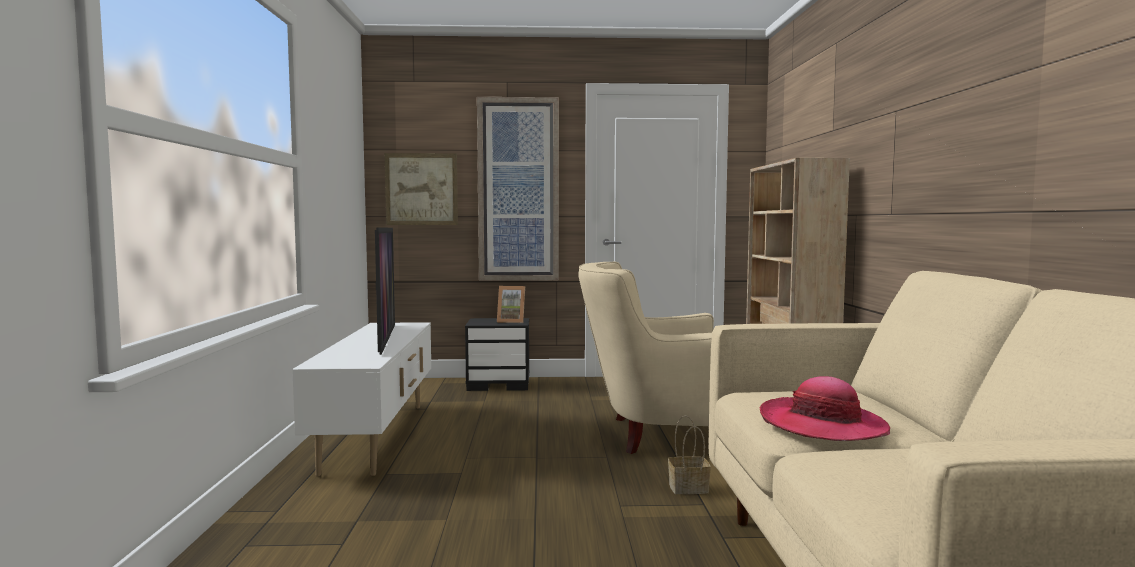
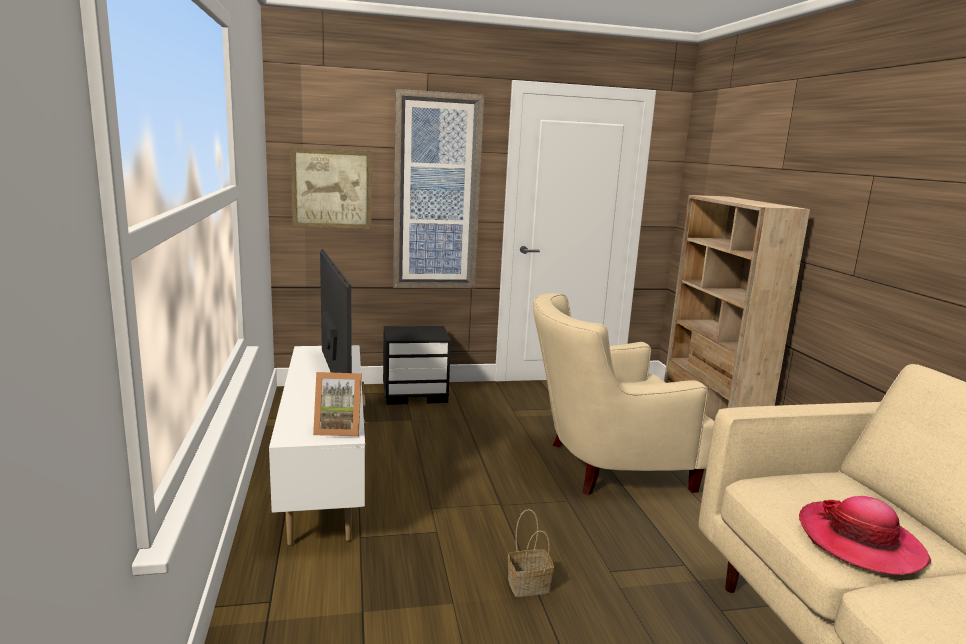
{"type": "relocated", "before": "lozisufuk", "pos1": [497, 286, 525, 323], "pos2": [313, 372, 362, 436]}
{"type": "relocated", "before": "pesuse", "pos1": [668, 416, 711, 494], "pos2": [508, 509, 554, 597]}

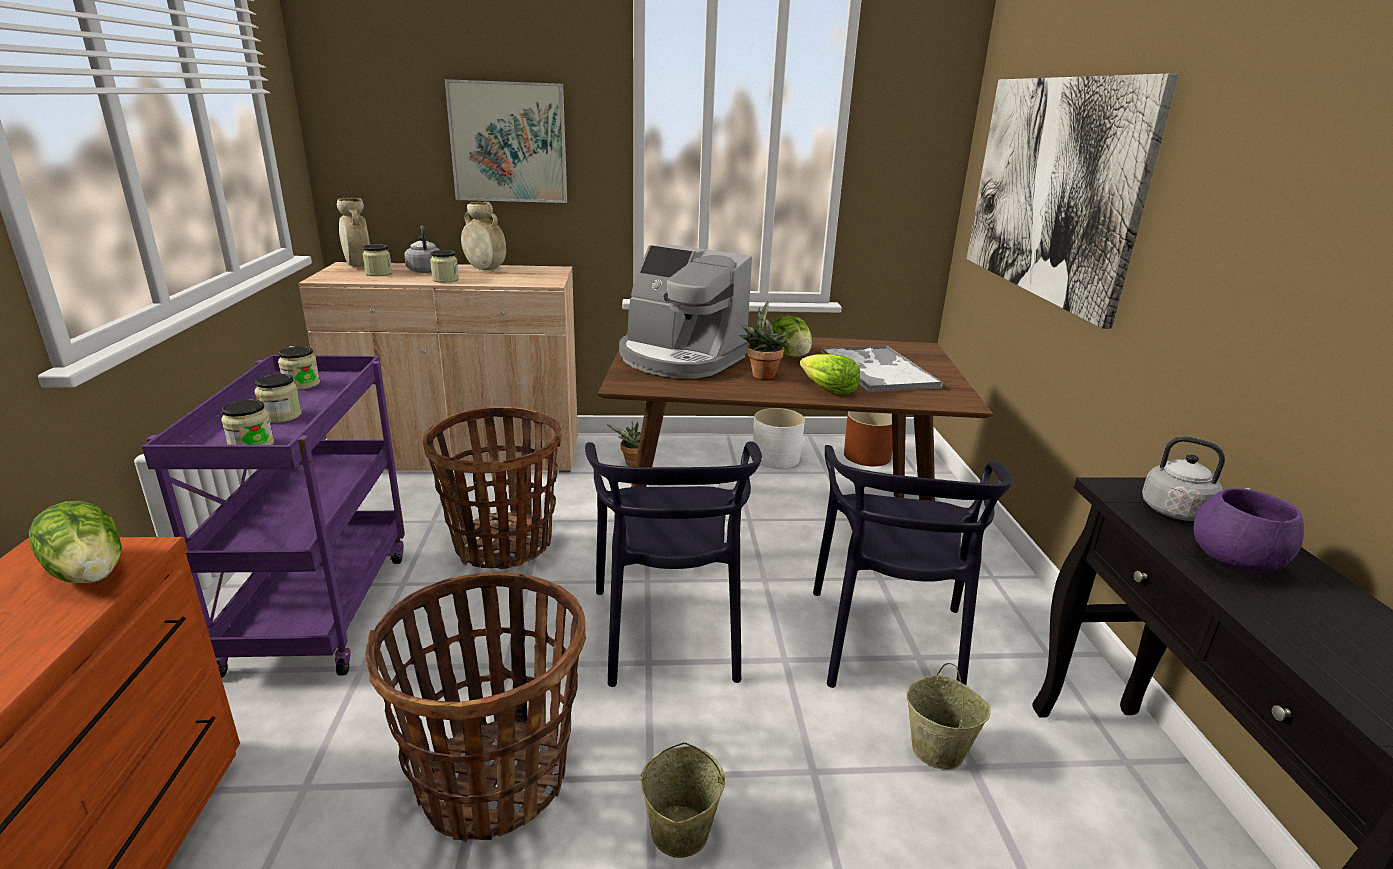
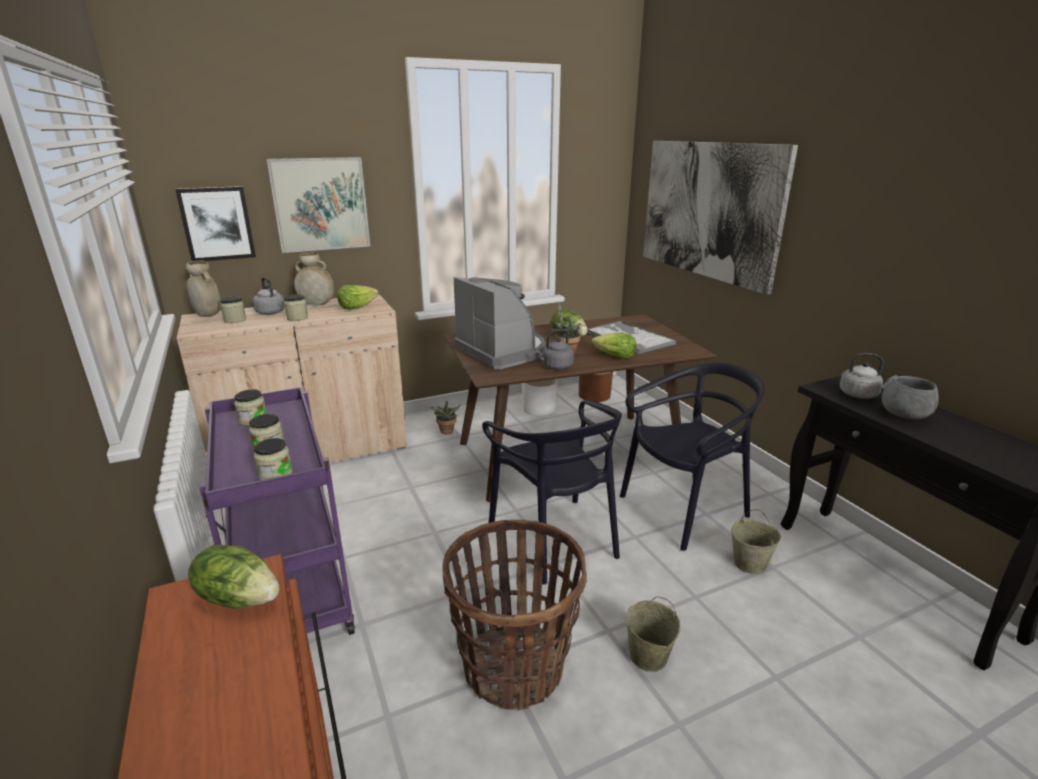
{"type": "spun", "before": "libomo", "pos1": [619, 244, 752, 379], "pos2": [454, 277, 546, 369], "turn": -135}
{"type": "missing", "before": "pesuse", "pos1": [423, 407, 561, 569]}
{"type": "spun", "before": "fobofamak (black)", "pos1": [813, 445, 1013, 688], "pos2": [620, 363, 764, 551], "turn": -105}
{"type": "colour", "before": "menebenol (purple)", "after": "menebenol (grey)", "pos1": [1194, 488, 1304, 573], "pos2": [882, 376, 939, 419]}
{"type": "appeared", "after": "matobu", "pos2": [175, 186, 256, 261]}
{"type": "appeared", "after": "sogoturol", "pos2": [337, 285, 379, 310]}
{"type": "appeared", "after": "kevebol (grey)", "pos2": [534, 329, 574, 369]}

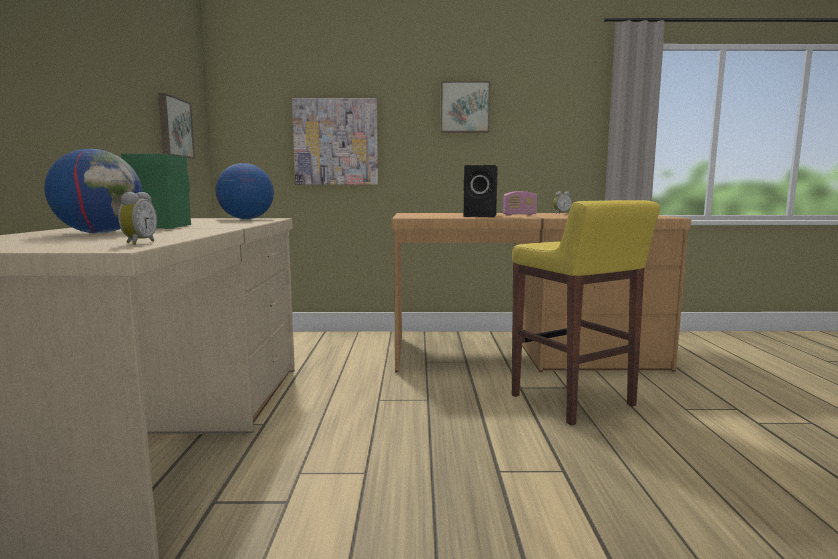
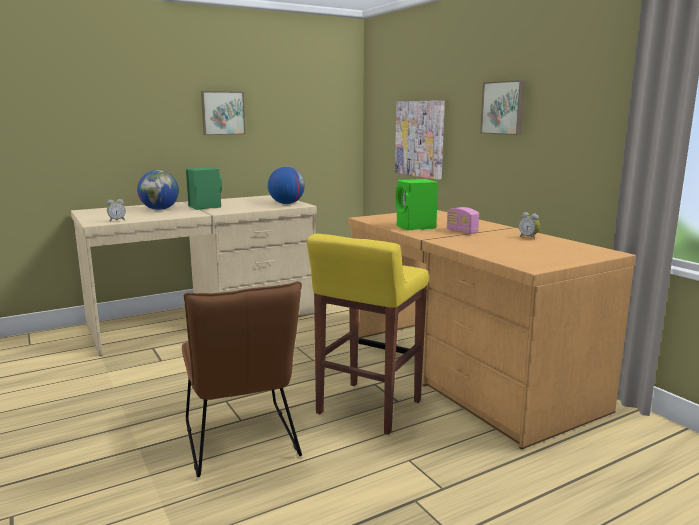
{"type": "relocated", "before": "matobu", "pos1": [158, 93, 195, 158], "pos2": [201, 91, 245, 135]}
{"type": "colour", "before": "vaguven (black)", "after": "vaguven (green)", "pos1": [464, 165, 498, 217], "pos2": [395, 179, 438, 230]}
{"type": "appeared", "after": "fobofamak (brown)", "pos2": [182, 281, 302, 477]}

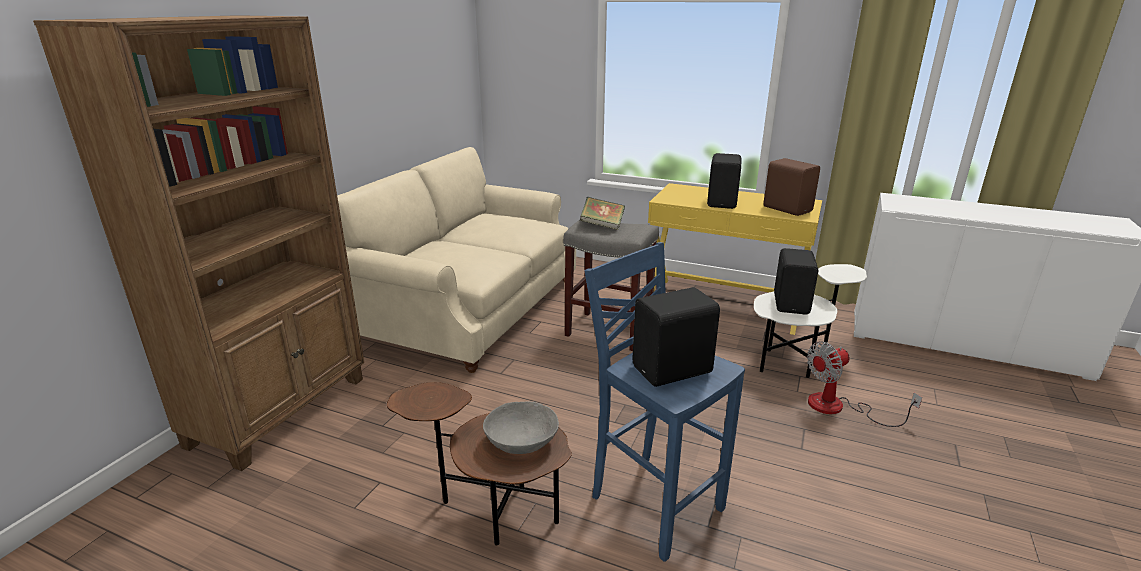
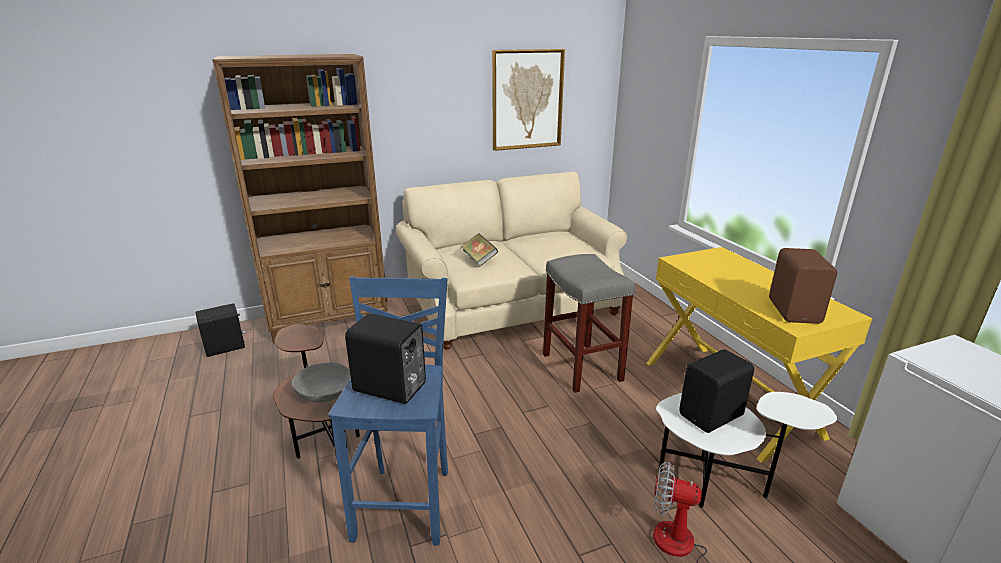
{"type": "relocated", "before": "vaguven (black)", "pos1": [707, 153, 741, 209], "pos2": [196, 303, 245, 357]}
{"type": "relocated", "before": "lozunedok", "pos1": [580, 197, 625, 230], "pos2": [461, 233, 498, 266]}
{"type": "appeared", "after": "matobu", "pos2": [492, 49, 565, 151]}

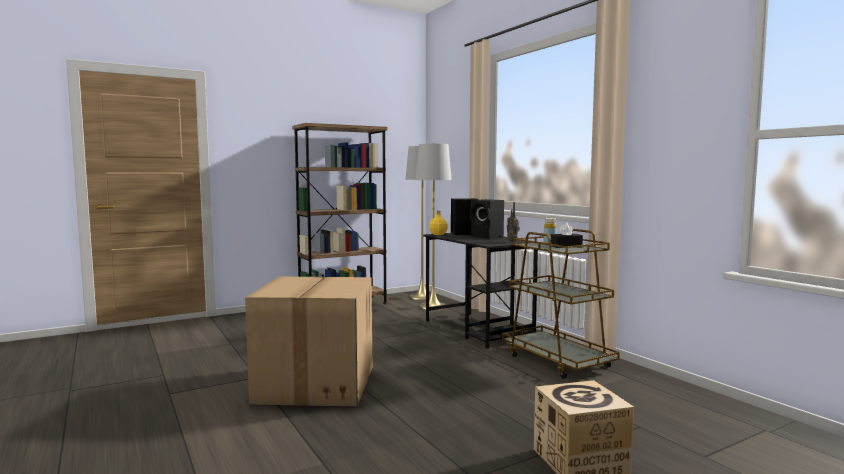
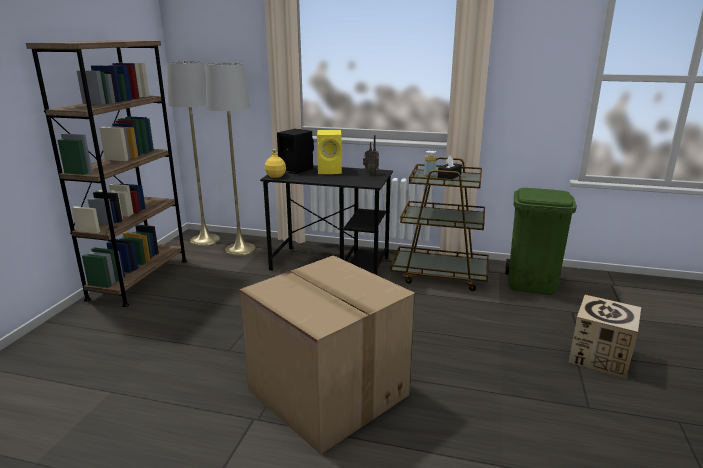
{"type": "colour", "before": "vaguven (black)", "after": "vaguven (yellow)", "pos1": [470, 199, 504, 238], "pos2": [317, 130, 342, 174]}
{"type": "appeared", "after": "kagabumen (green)", "pos2": [505, 188, 577, 295]}

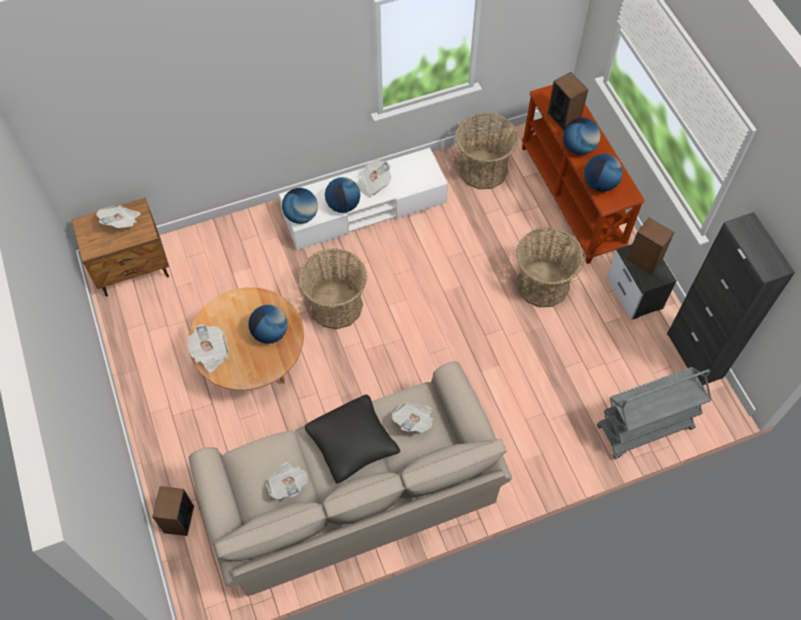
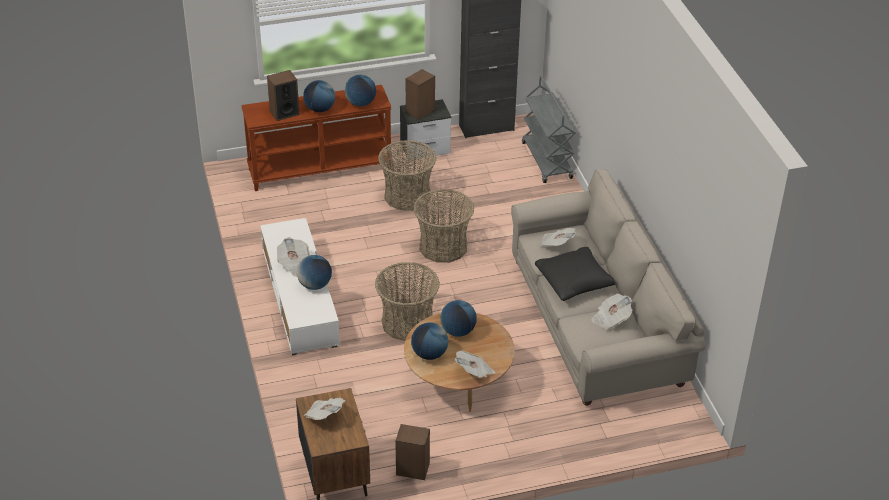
{"type": "relocated", "before": "pesuse", "pos1": [455, 113, 518, 189], "pos2": [413, 189, 474, 263]}
{"type": "relocated", "before": "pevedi", "pos1": [282, 188, 318, 224], "pos2": [411, 322, 448, 360]}
{"type": "relocated", "before": "vaguven", "pos1": [152, 486, 194, 536], "pos2": [395, 424, 430, 480]}

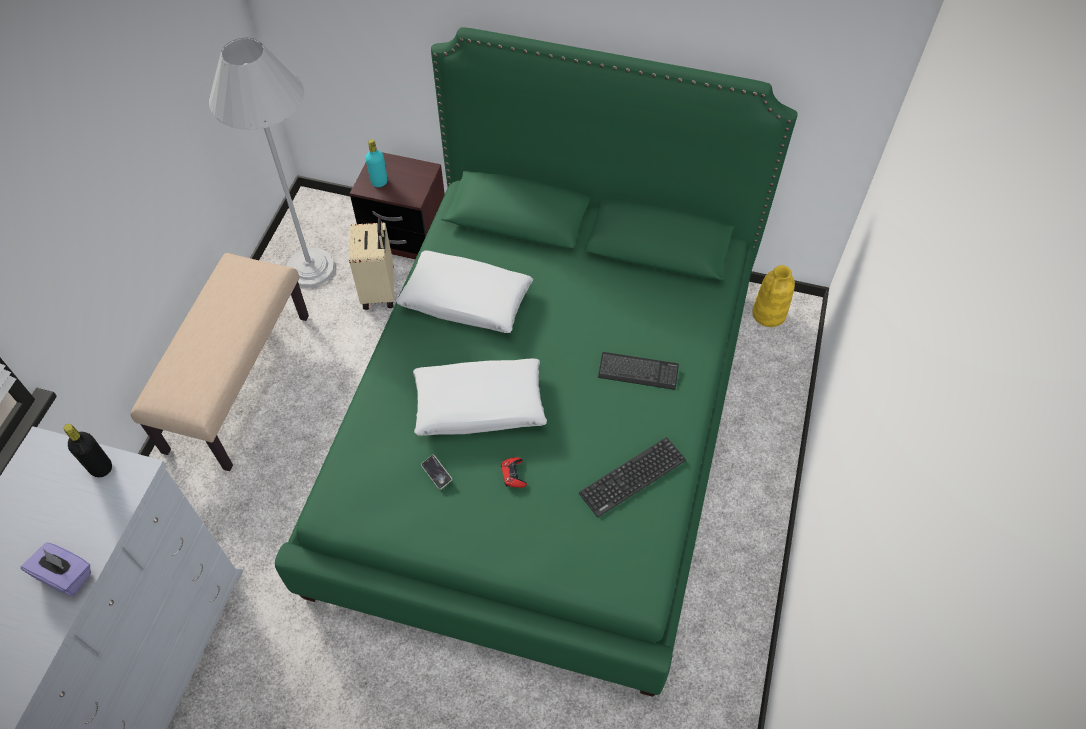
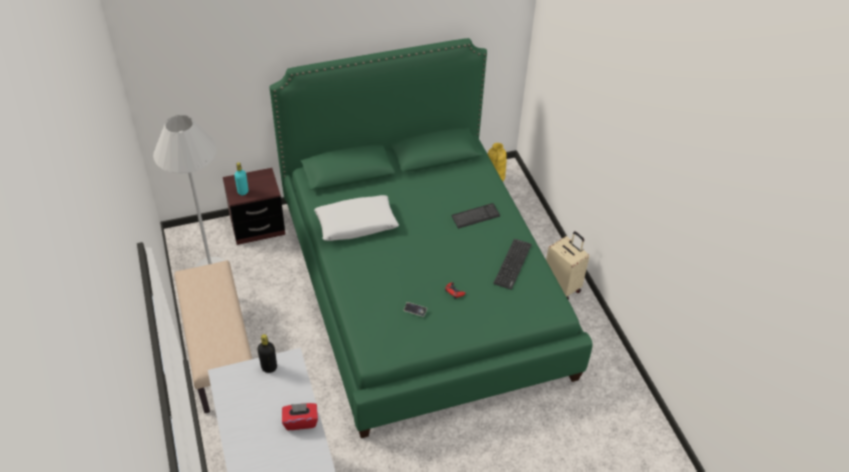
{"type": "relocated", "before": "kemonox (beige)", "pos1": [349, 218, 394, 310], "pos2": [546, 231, 589, 299]}
{"type": "missing", "before": "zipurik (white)", "pos1": [413, 358, 547, 436]}
{"type": "colour", "before": "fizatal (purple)", "after": "fizatal (red)", "pos1": [21, 542, 91, 597], "pos2": [282, 403, 318, 430]}

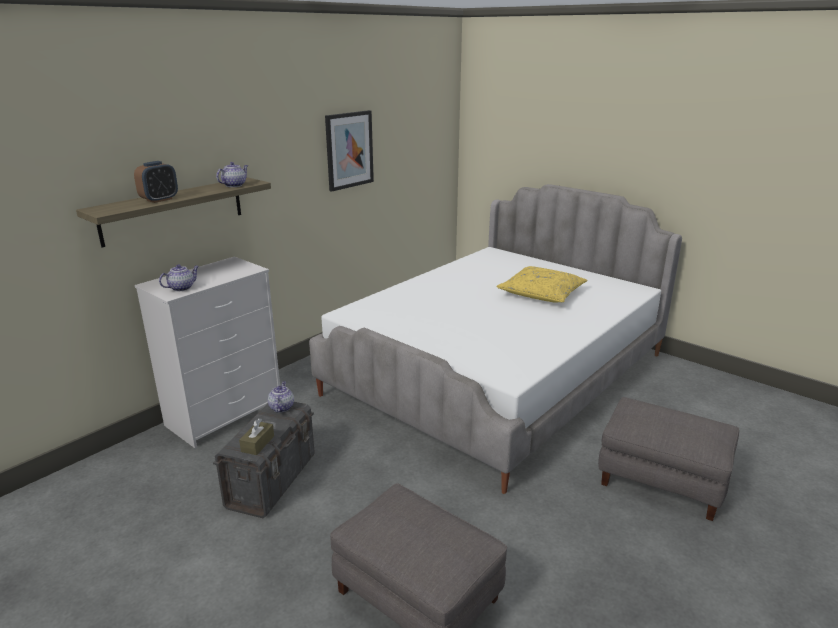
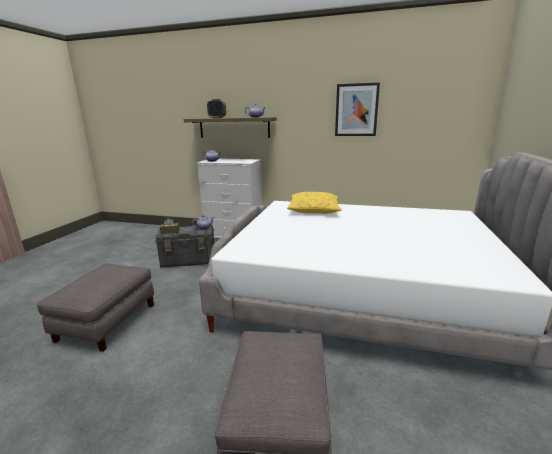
{"type": "relocated", "before": "zipurik (yellow)", "pos1": [496, 266, 588, 303], "pos2": [287, 192, 342, 214]}

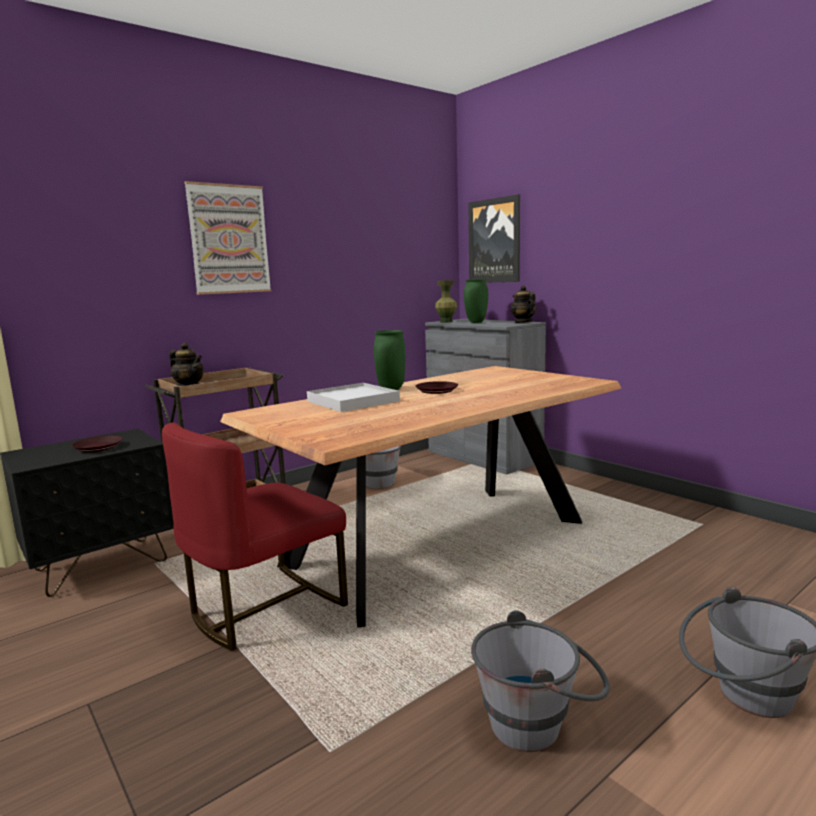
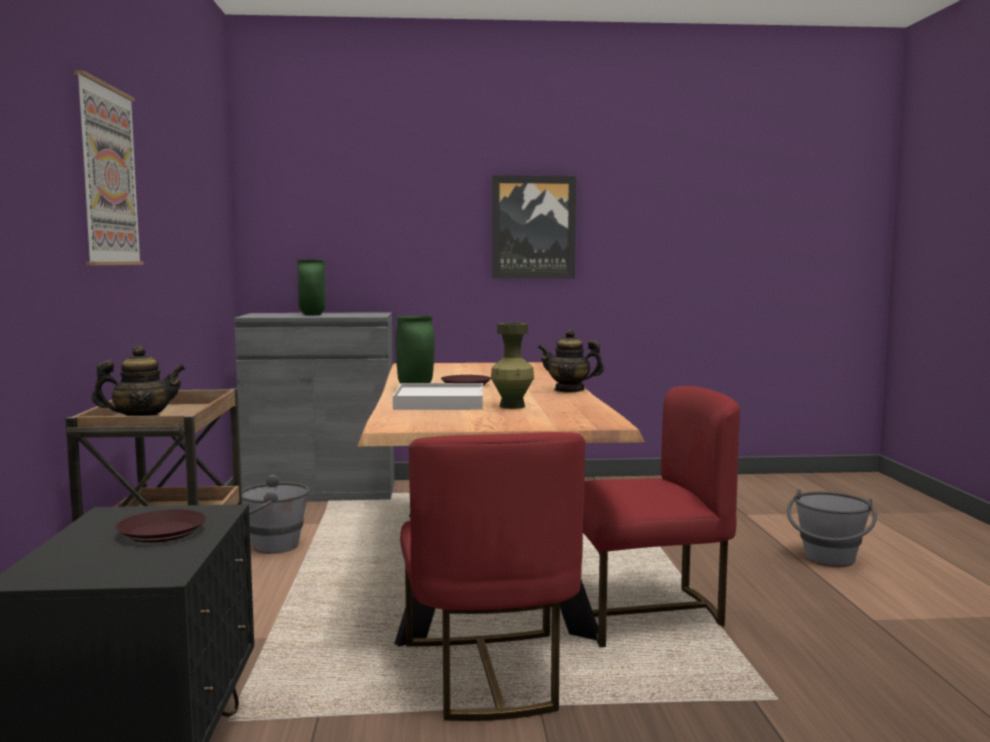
{"type": "relocated", "before": "matobu", "pos1": [468, 194, 520, 283], "pos2": [492, 175, 576, 279]}
{"type": "relocated", "before": "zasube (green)", "pos1": [435, 280, 457, 323], "pos2": [491, 323, 534, 409]}
{"type": "relocated", "before": "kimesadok", "pos1": [511, 285, 536, 323], "pos2": [538, 329, 604, 392]}
{"type": "missing", "before": "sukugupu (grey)", "pos1": [471, 610, 610, 752]}
{"type": "appeared", "after": "fobofamak (red)", "pos2": [583, 386, 740, 647]}

